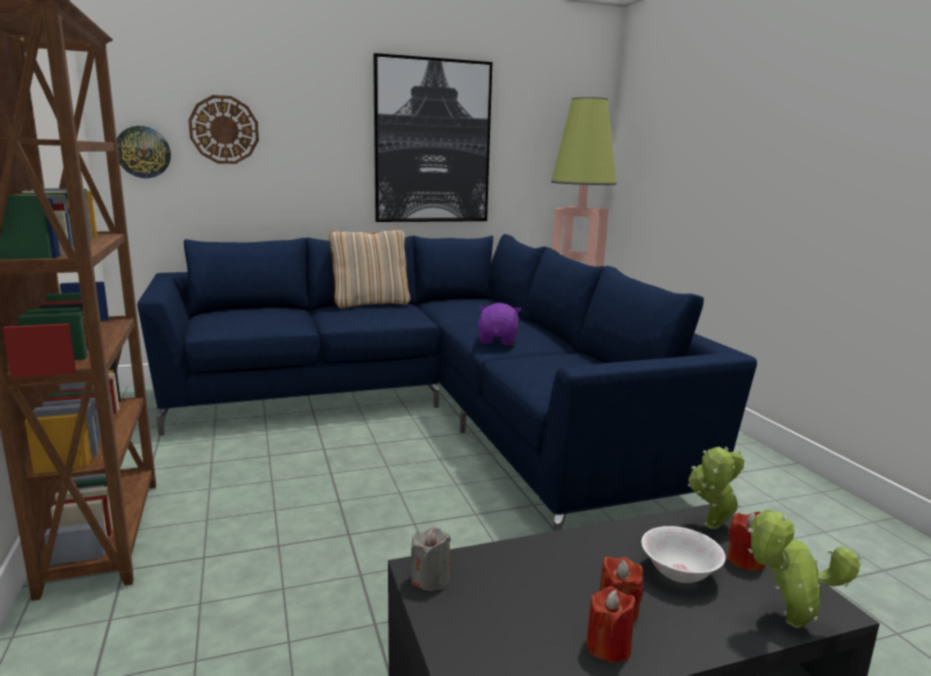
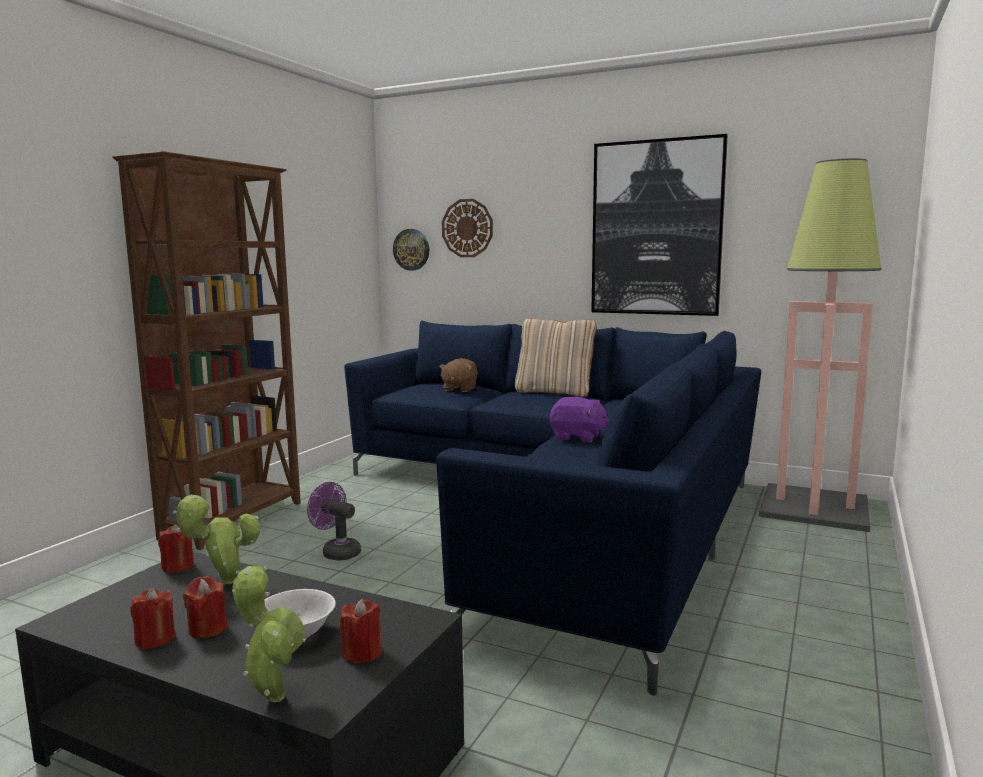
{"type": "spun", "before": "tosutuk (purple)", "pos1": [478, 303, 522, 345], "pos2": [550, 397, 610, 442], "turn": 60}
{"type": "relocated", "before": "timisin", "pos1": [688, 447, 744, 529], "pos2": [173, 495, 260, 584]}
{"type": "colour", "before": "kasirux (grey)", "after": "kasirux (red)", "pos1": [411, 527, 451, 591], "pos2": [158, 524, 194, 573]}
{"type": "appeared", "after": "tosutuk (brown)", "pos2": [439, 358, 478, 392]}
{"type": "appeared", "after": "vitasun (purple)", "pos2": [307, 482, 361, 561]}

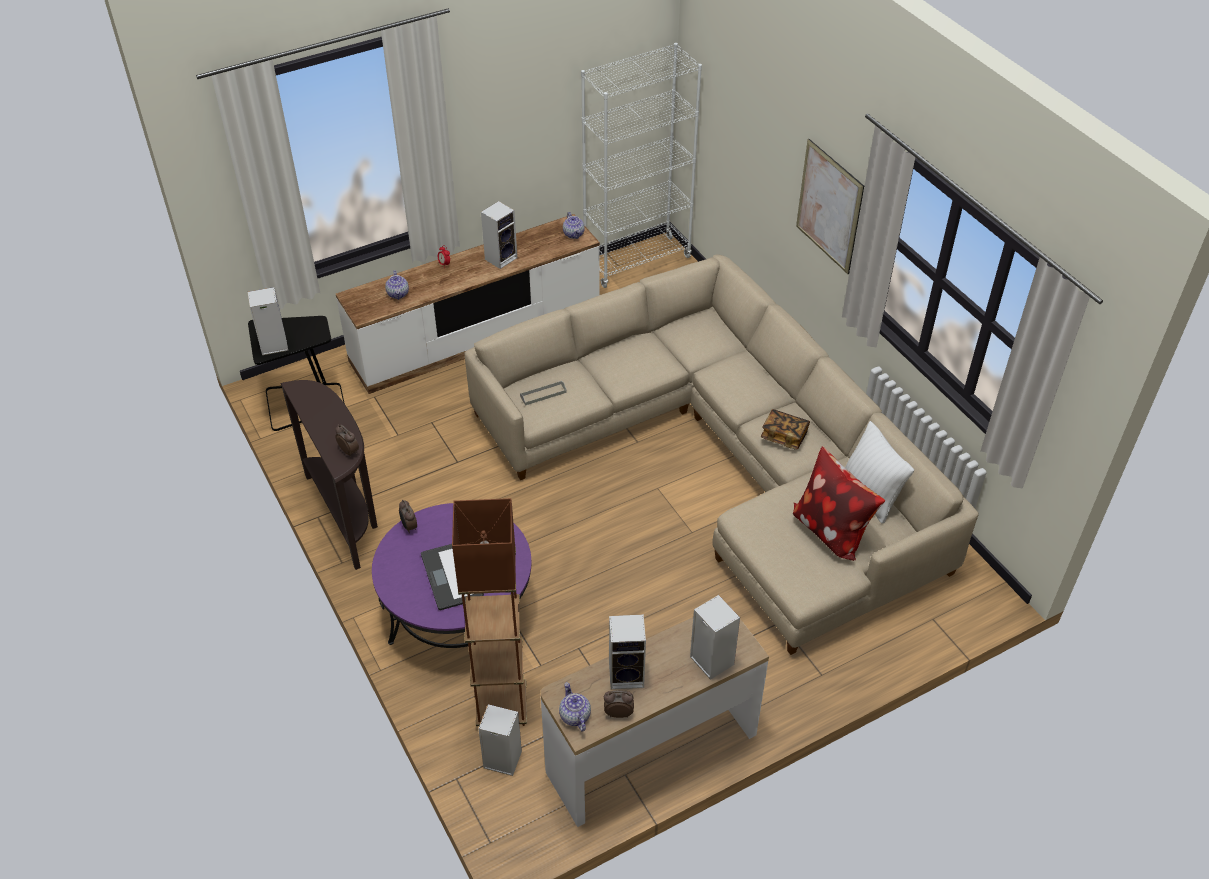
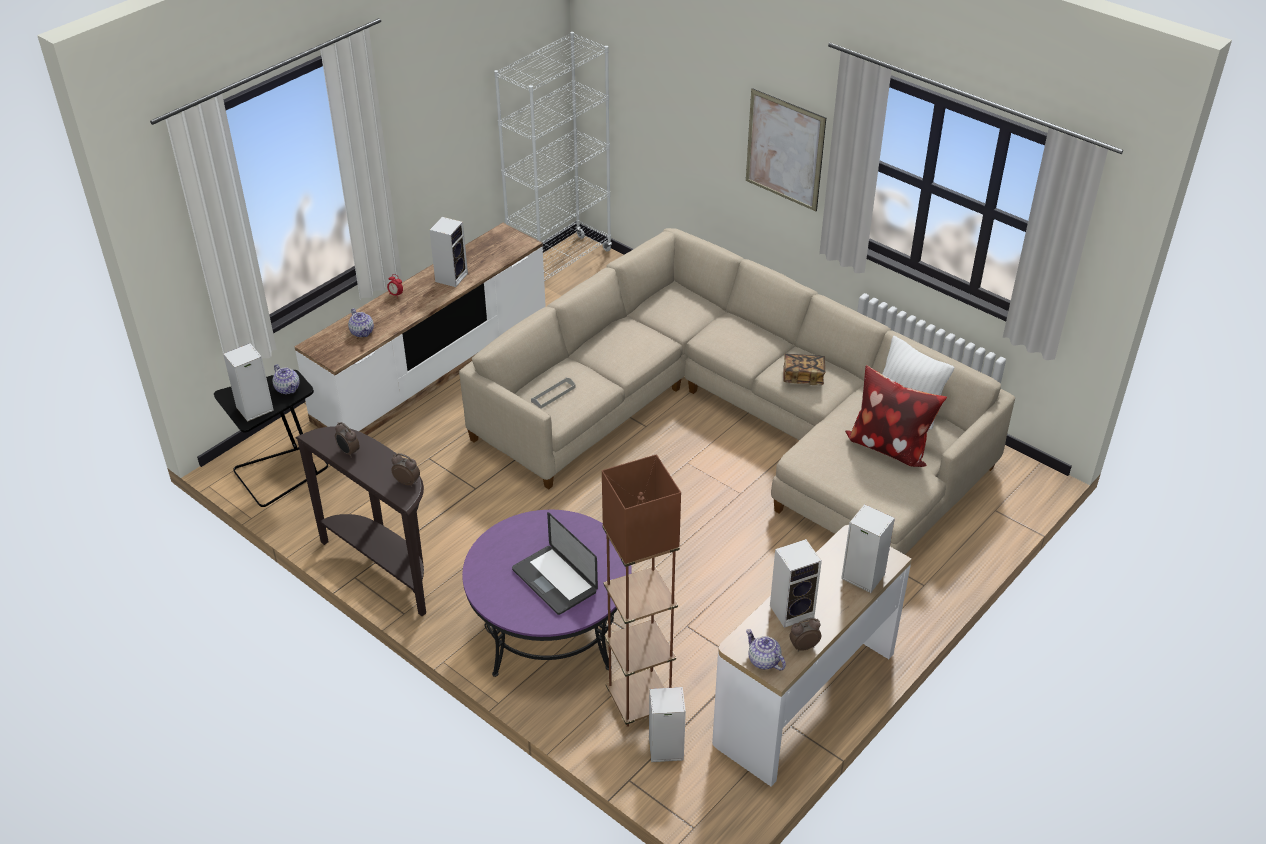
{"type": "relocated", "before": "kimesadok", "pos1": [563, 212, 585, 239], "pos2": [273, 364, 300, 394]}
{"type": "relocated", "before": "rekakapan", "pos1": [399, 500, 417, 533], "pos2": [335, 422, 360, 458]}

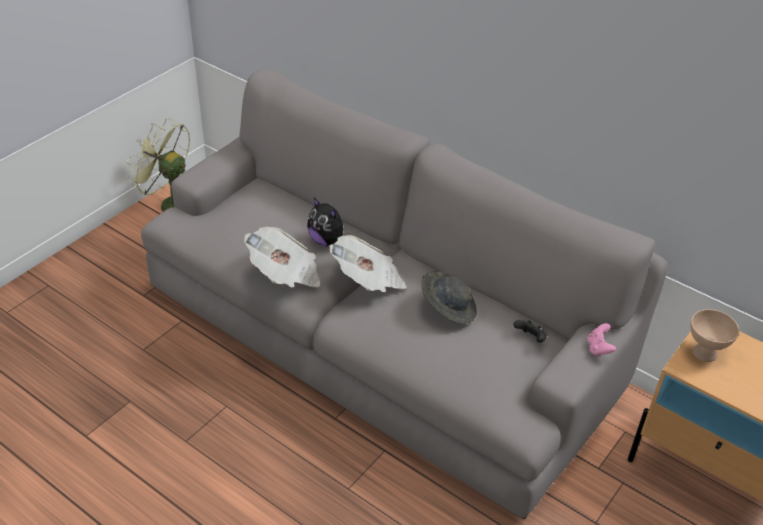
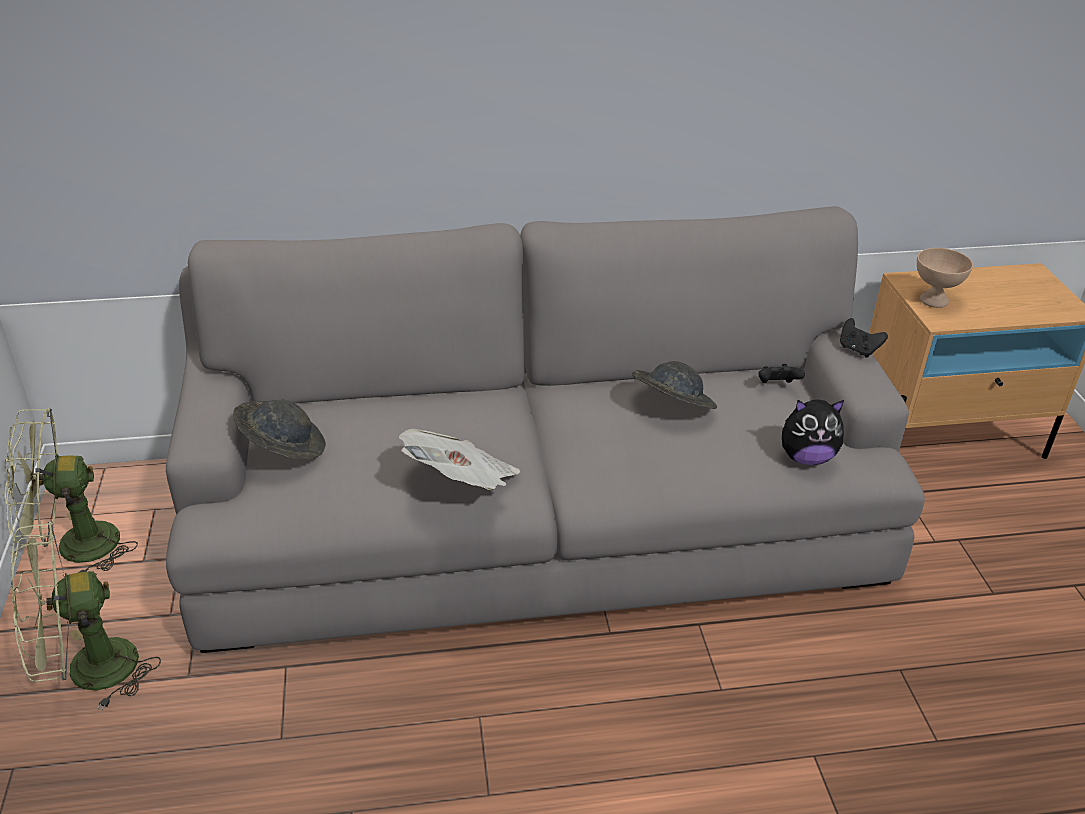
{"type": "relocated", "before": "tosutuk", "pos1": [307, 198, 350, 247], "pos2": [782, 399, 844, 465]}
{"type": "missing", "before": "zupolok", "pos1": [329, 235, 407, 292]}
{"type": "colour", "before": "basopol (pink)", "after": "basopol (black)", "pos1": [587, 323, 616, 357], "pos2": [840, 318, 888, 358]}
{"type": "appeared", "after": "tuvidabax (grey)", "pos2": [233, 400, 326, 460]}
{"type": "appeared", "after": "vitasun (green)", "pos2": [11, 522, 161, 711]}

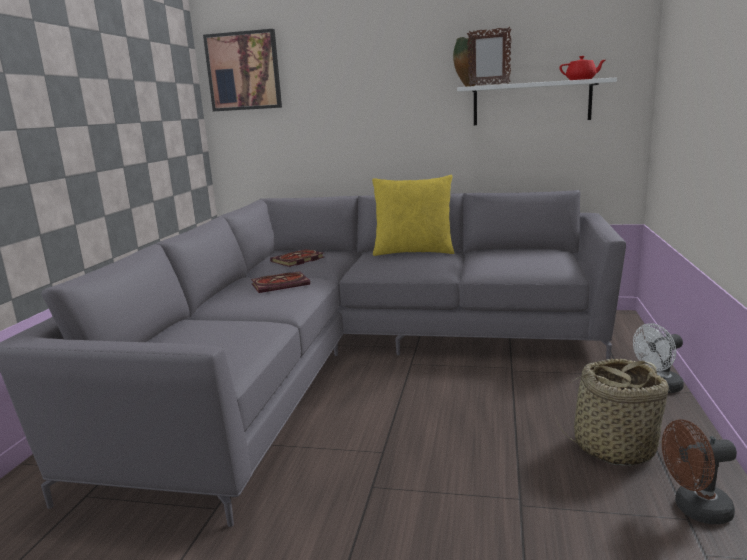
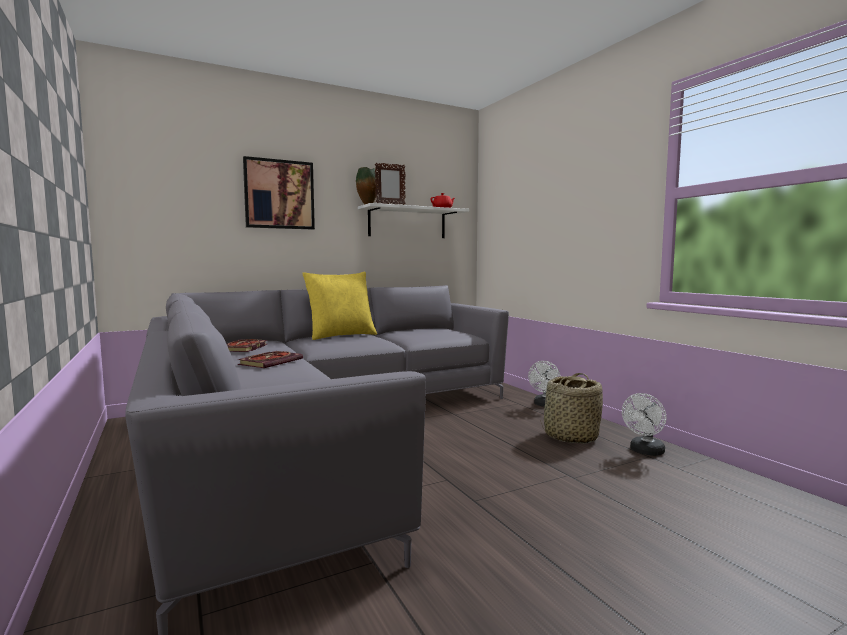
{"type": "relocated", "before": "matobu", "pos1": [203, 29, 282, 111], "pos2": [243, 156, 315, 230]}
{"type": "colour", "before": "vitasun (brown)", "after": "vitasun (white)", "pos1": [662, 419, 737, 524], "pos2": [622, 393, 666, 456]}

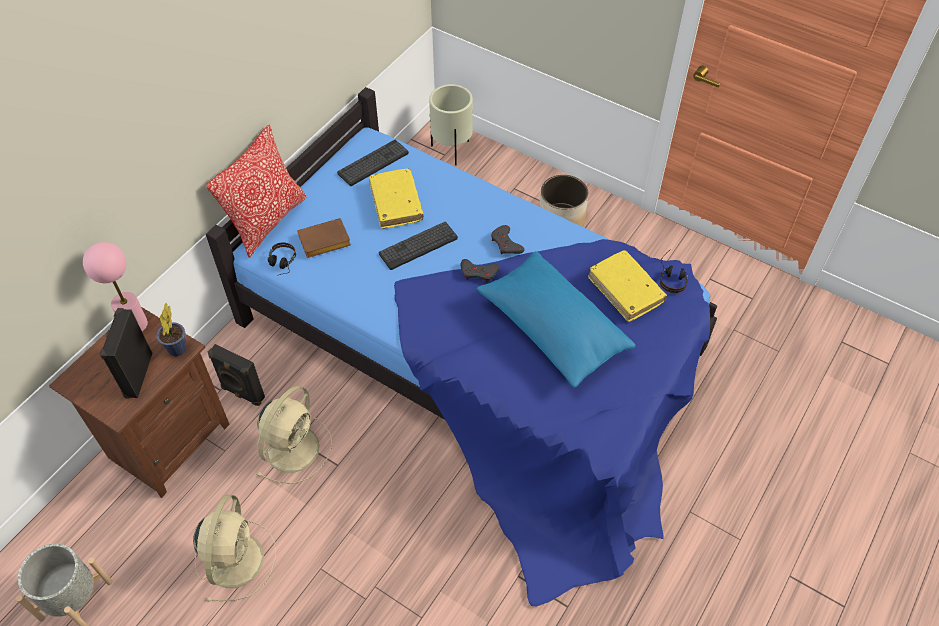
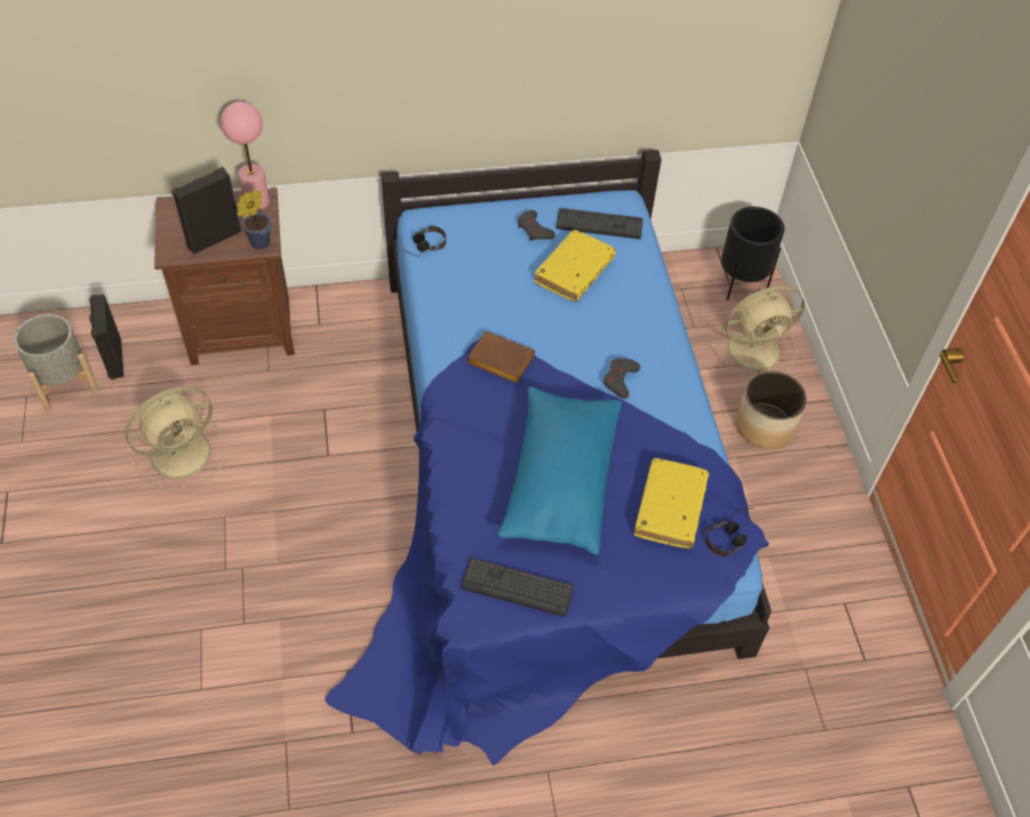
{"type": "colour", "before": "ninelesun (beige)", "after": "ninelesun (black)", "pos1": [429, 84, 473, 165], "pos2": [721, 207, 785, 301]}
{"type": "missing", "before": "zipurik", "pos1": [206, 125, 307, 258]}
{"type": "relocated", "before": "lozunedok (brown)", "pos1": [297, 218, 351, 258], "pos2": [467, 331, 535, 383]}
{"type": "relocated", "before": "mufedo", "pos1": [379, 222, 458, 270], "pos2": [461, 558, 574, 617]}
{"type": "relocated", "before": "basopol (grey)", "pos1": [461, 259, 499, 283], "pos2": [518, 210, 556, 241]}
{"type": "relocated", "before": "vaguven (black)", "pos1": [208, 344, 265, 406], "pos2": [89, 294, 124, 380]}
{"type": "relocated", "before": "vitasun (beige)", "pos1": [257, 386, 332, 484], "pos2": [711, 286, 805, 379]}

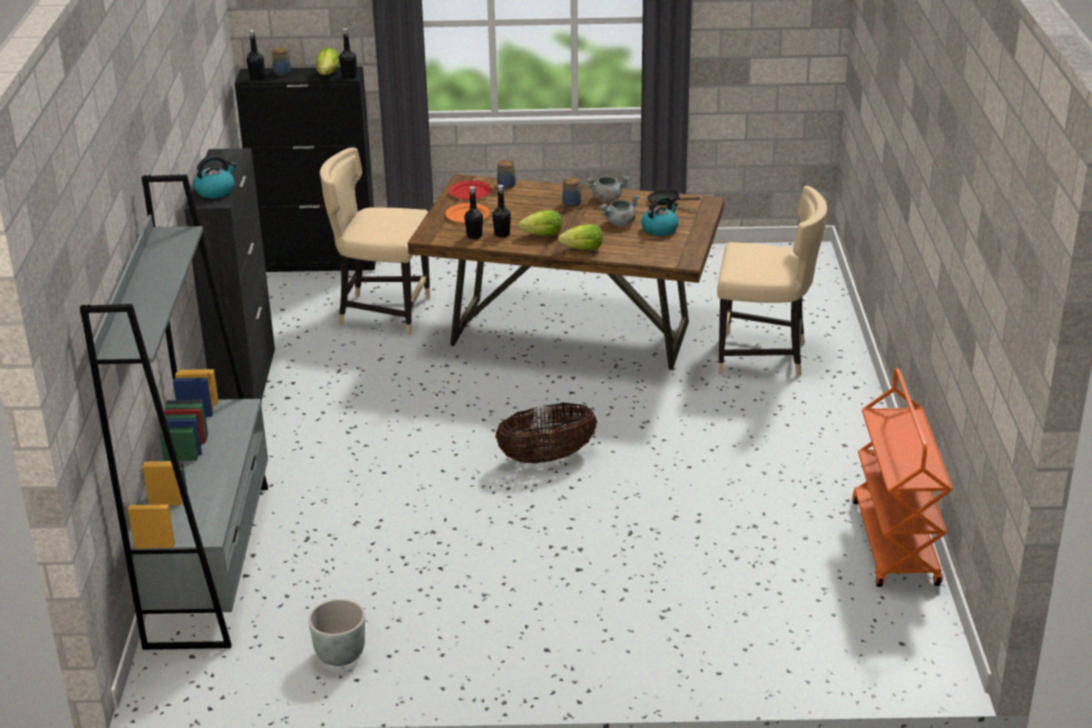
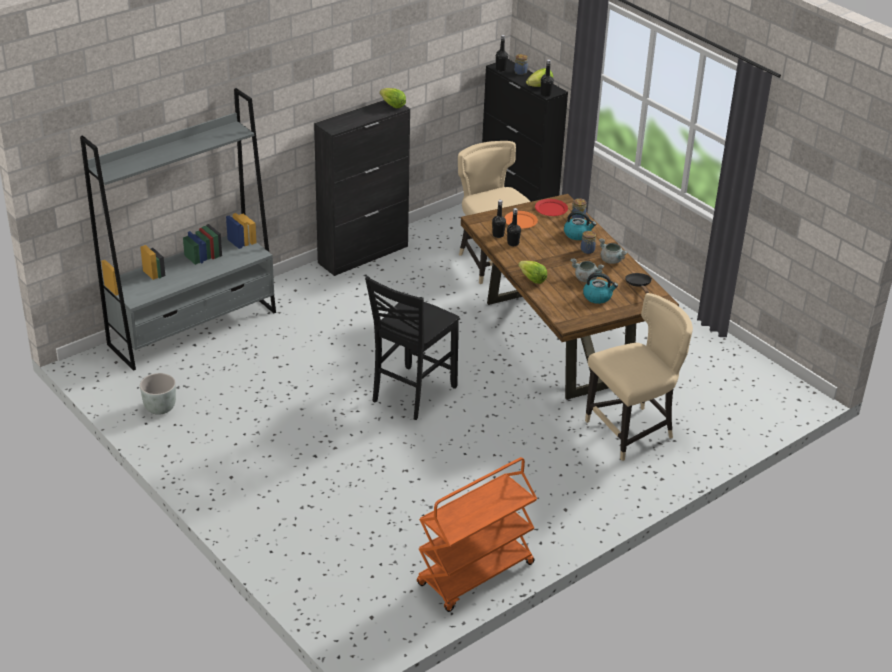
{"type": "relocated", "before": "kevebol", "pos1": [193, 155, 237, 198], "pos2": [564, 211, 596, 240]}
{"type": "spun", "before": "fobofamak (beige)", "pos1": [717, 186, 827, 376], "pos2": [585, 293, 693, 461], "turn": -90}
{"type": "relocated", "before": "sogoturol", "pos1": [518, 210, 562, 235], "pos2": [380, 88, 406, 108]}
{"type": "exchanged", "before": "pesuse", "after": "fobofamak (black)", "pos1": [495, 403, 597, 464], "pos2": [365, 276, 460, 420]}

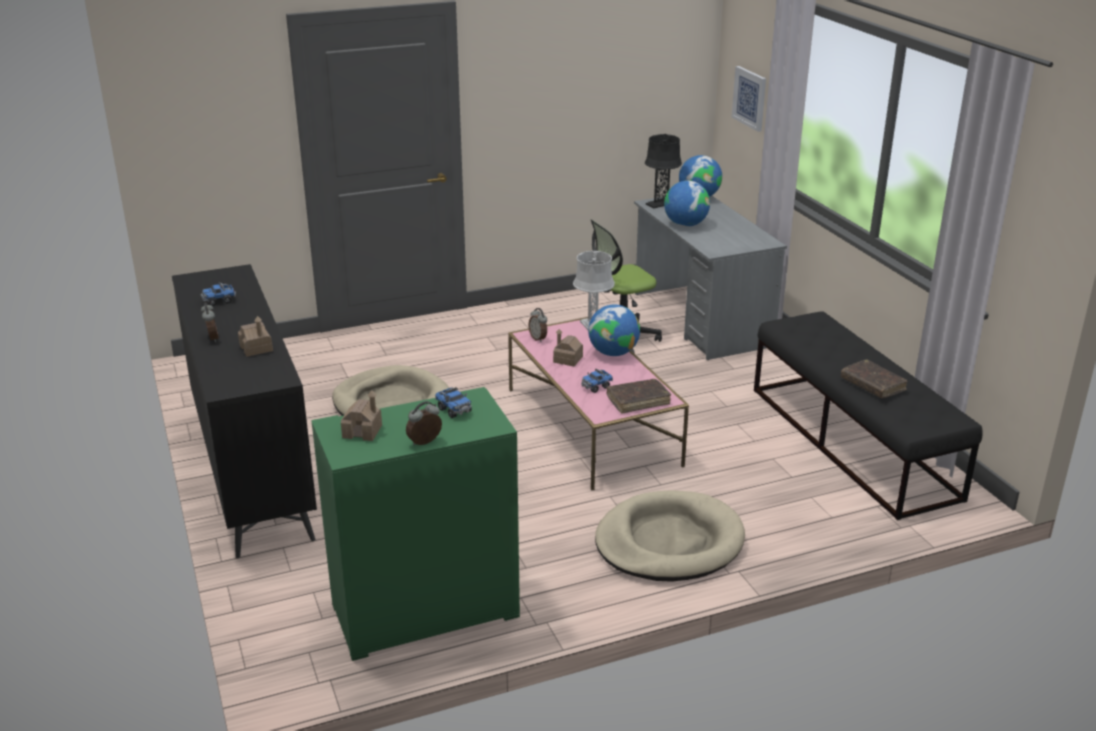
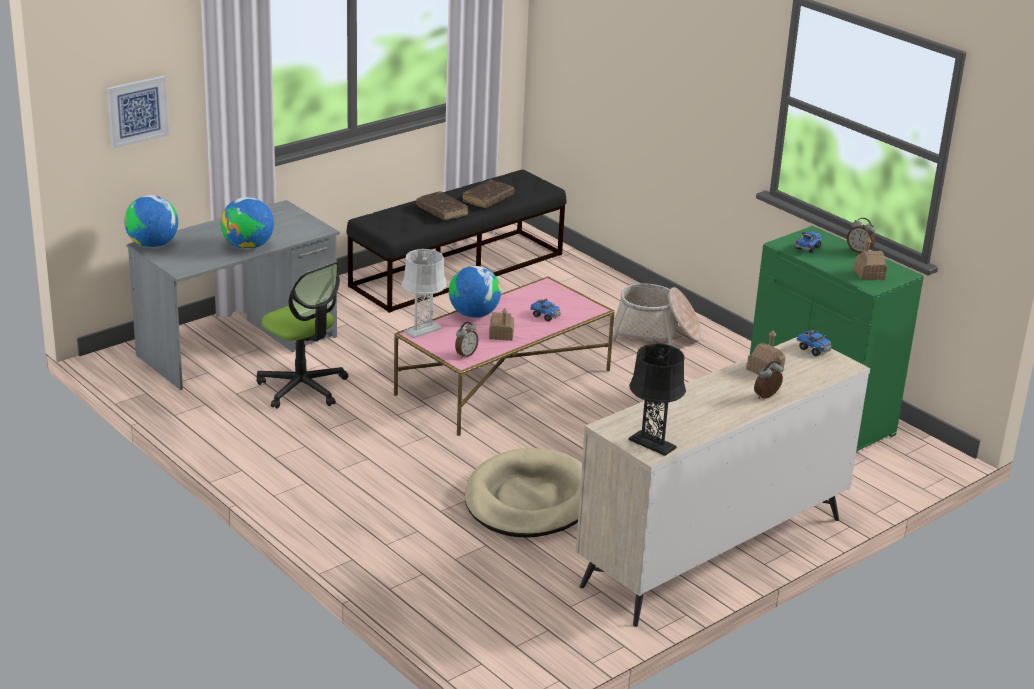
{"type": "relocated", "before": "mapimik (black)", "pos1": [645, 134, 682, 209], "pos2": [629, 344, 686, 456]}
{"type": "colour", "before": "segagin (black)", "after": "segagin (beige)", "pos1": [172, 264, 317, 558], "pos2": [576, 337, 870, 627]}
{"type": "relocated", "before": "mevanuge", "pos1": [201, 282, 236, 306], "pos2": [797, 330, 831, 356]}
{"type": "relocated", "before": "lozunedok (brown)", "pos1": [606, 379, 671, 414], "pos2": [416, 191, 468, 220]}
{"type": "exchanged", "before": "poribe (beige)", "after": "pesuse", "pos1": [595, 490, 745, 582], "pos2": [612, 283, 701, 346]}

